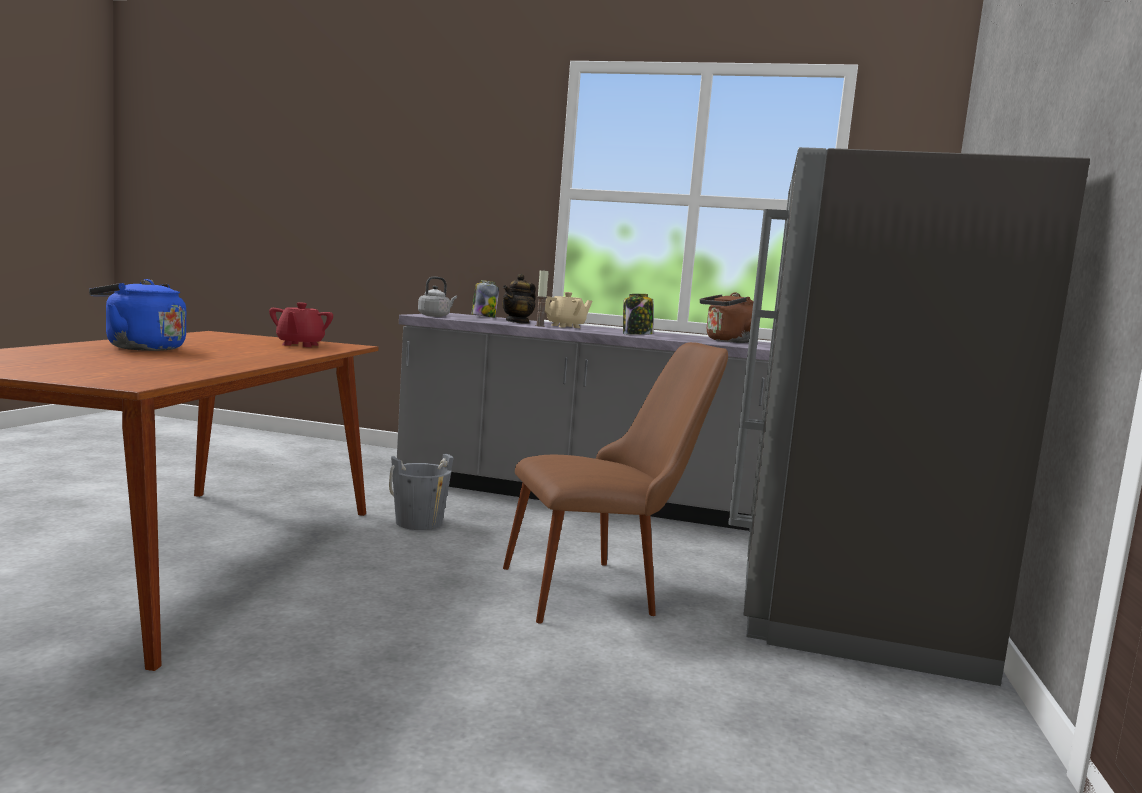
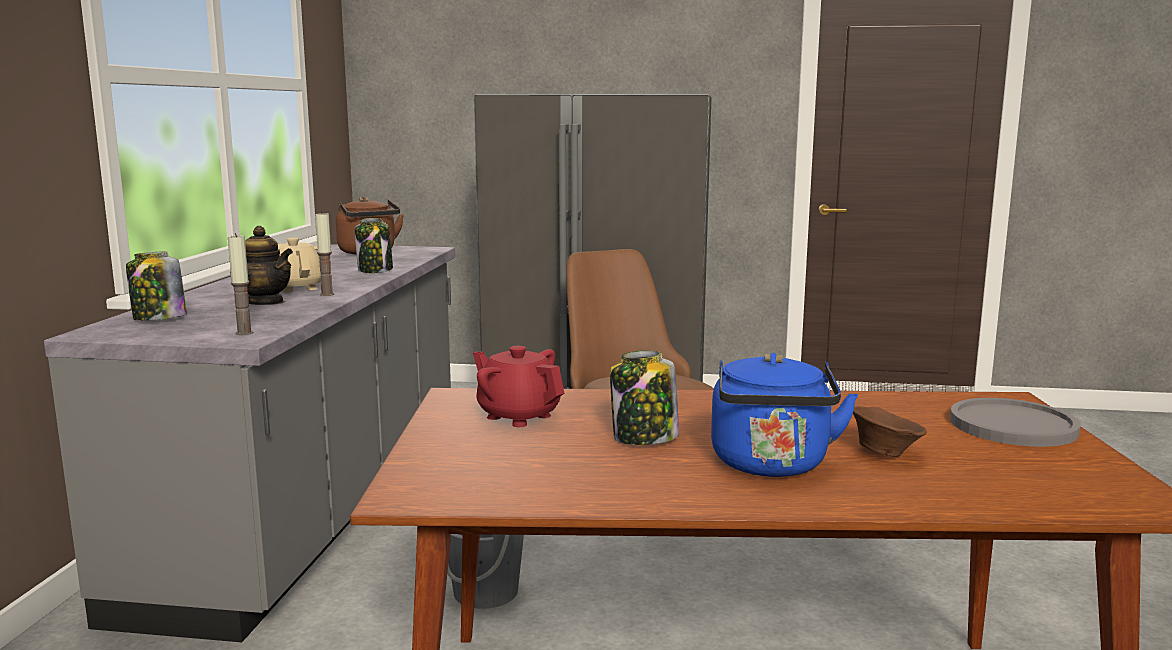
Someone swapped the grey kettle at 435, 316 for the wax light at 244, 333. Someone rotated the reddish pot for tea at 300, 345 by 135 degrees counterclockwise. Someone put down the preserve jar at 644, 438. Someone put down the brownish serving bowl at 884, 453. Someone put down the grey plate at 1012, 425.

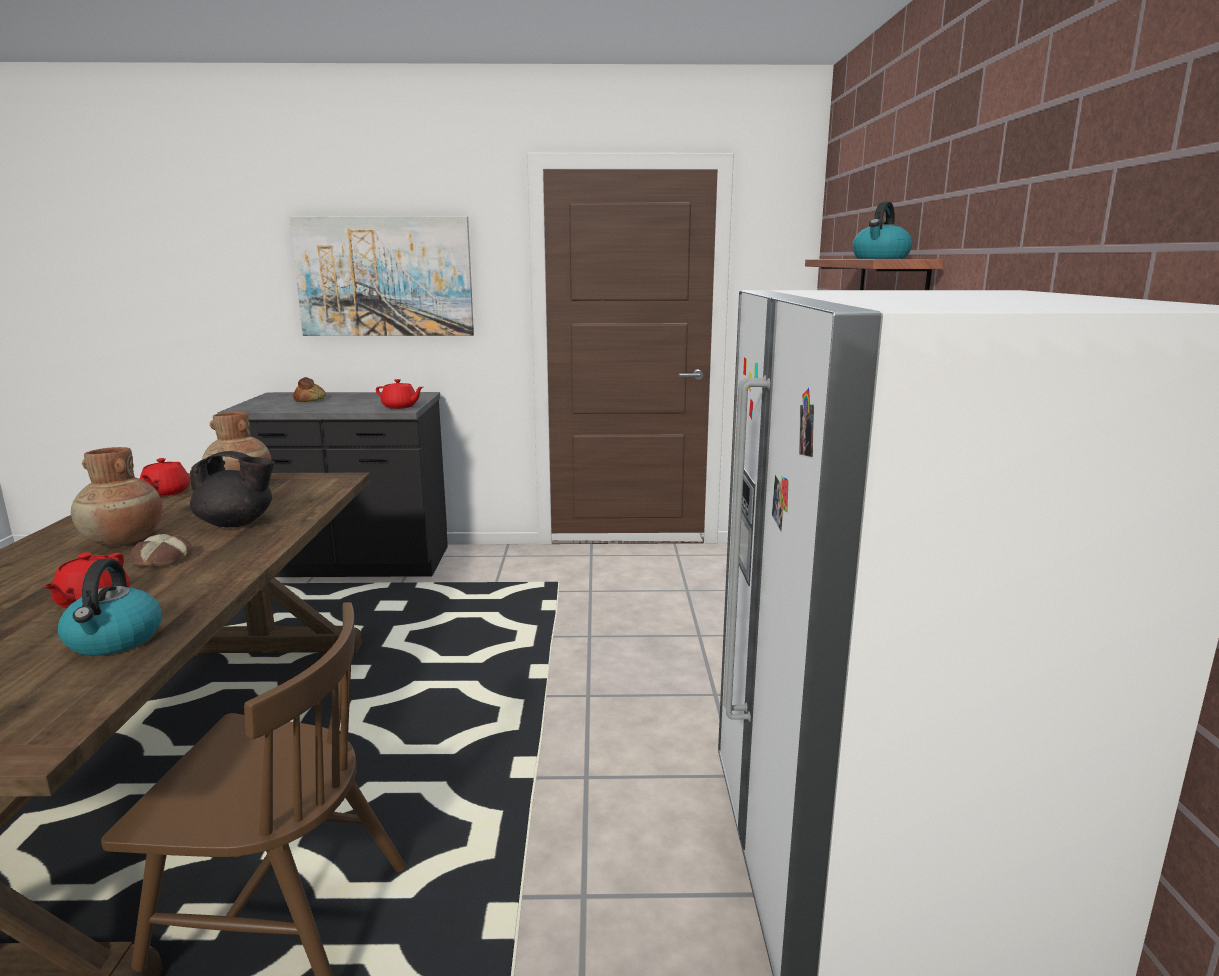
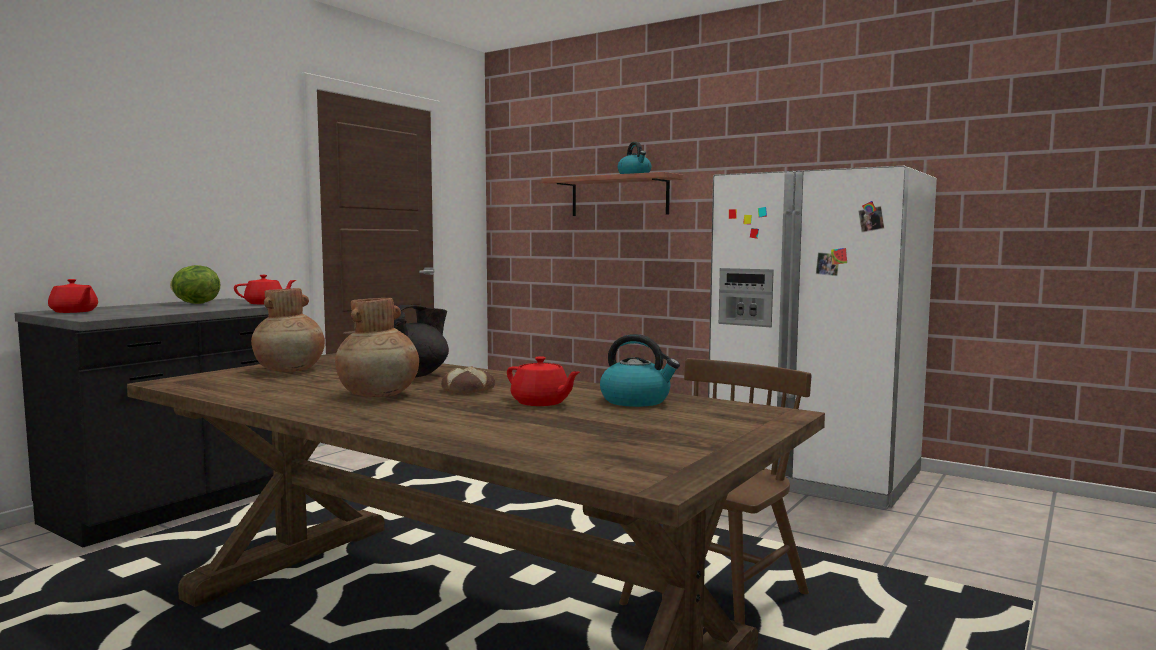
Someone carried the reddish pot for tea from 165, 493 to 74, 312. Someone put down the lettuce head at 195, 303. Someone took away the picture at 385, 276. Someone took away the bakery bread at 310, 400.

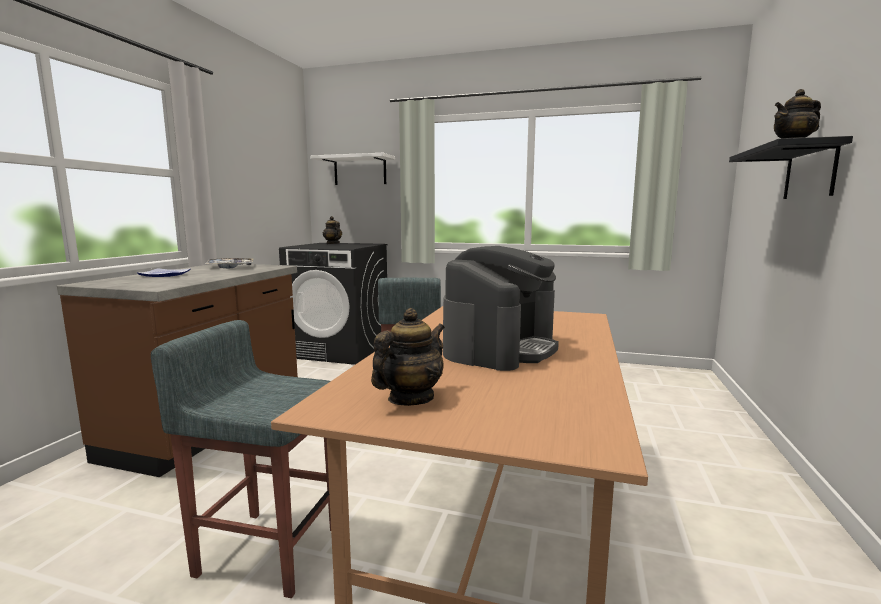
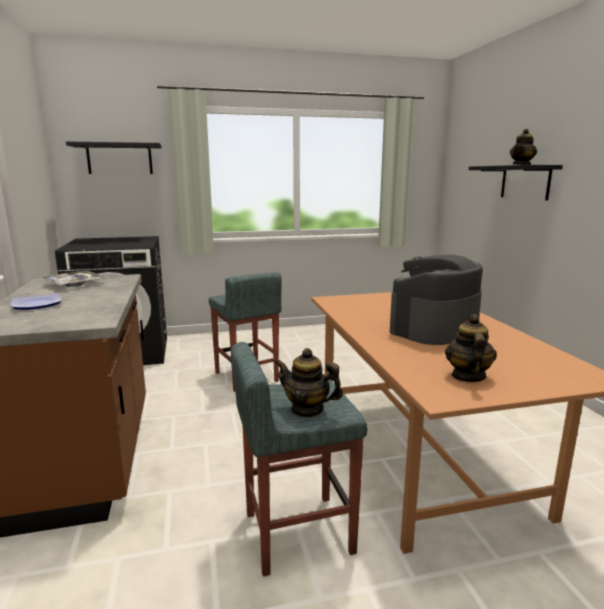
Someone repainted the whitish bracket shelf at 360, 171, which became the blackish bracket shelf at 119, 159. Someone carried the pot for tea from 332, 243 to 307, 409. Someone rotated the coffee maker at 500, 348 by 135 degrees counterclockwise.

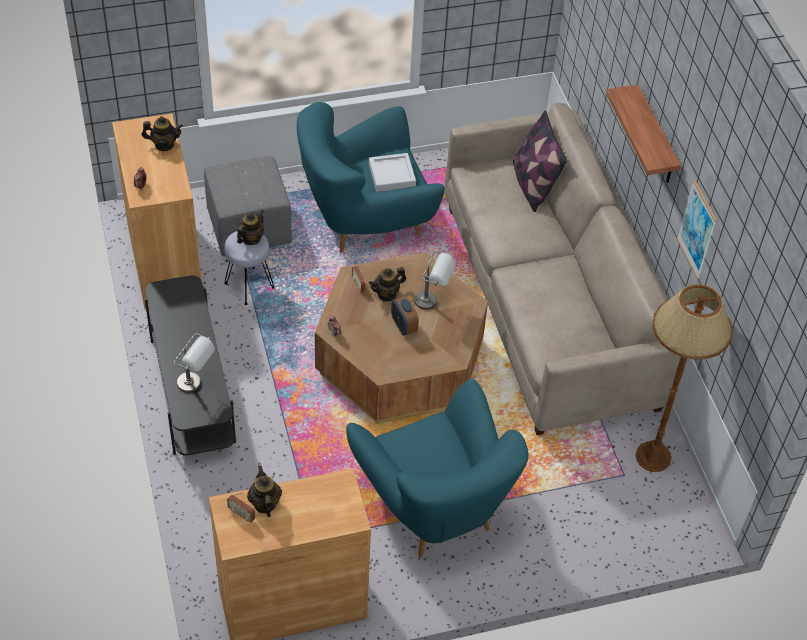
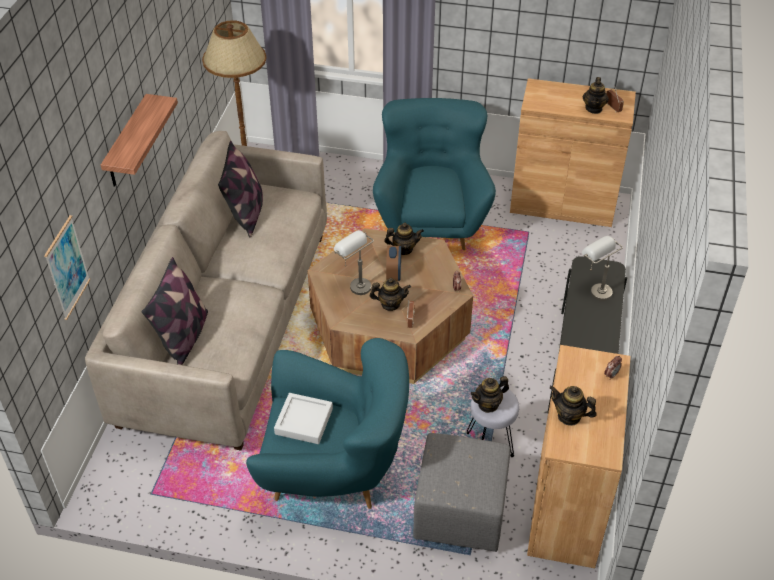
Someone carried the picture from 697, 229 to 67, 268. Someone put down the pillow at 246, 213. Someone put down the pot for tea at 404, 249.

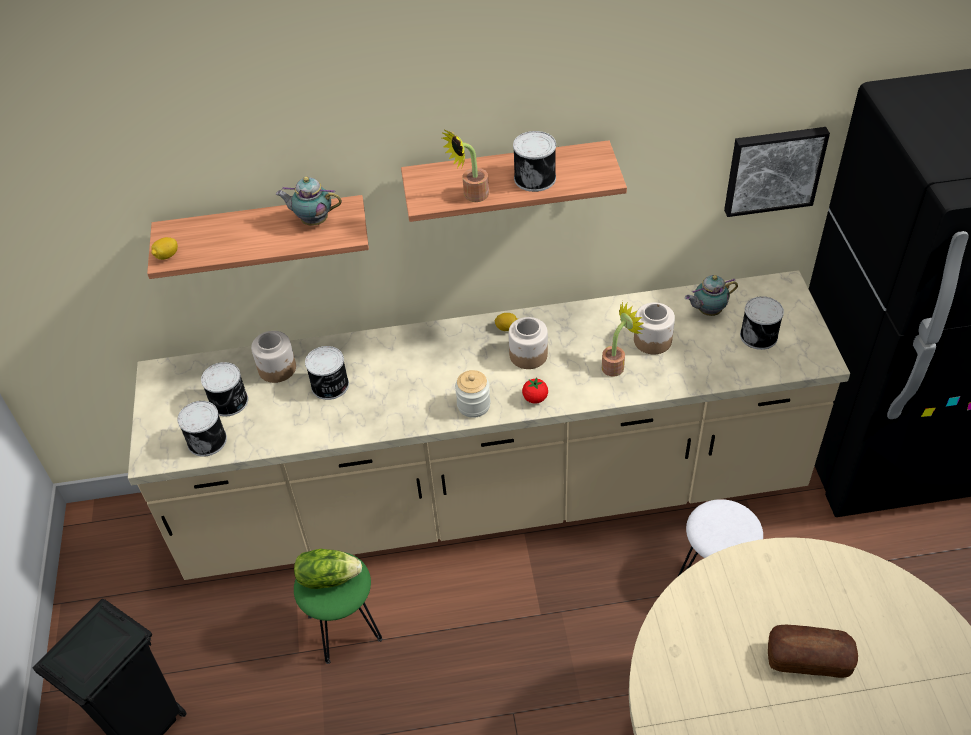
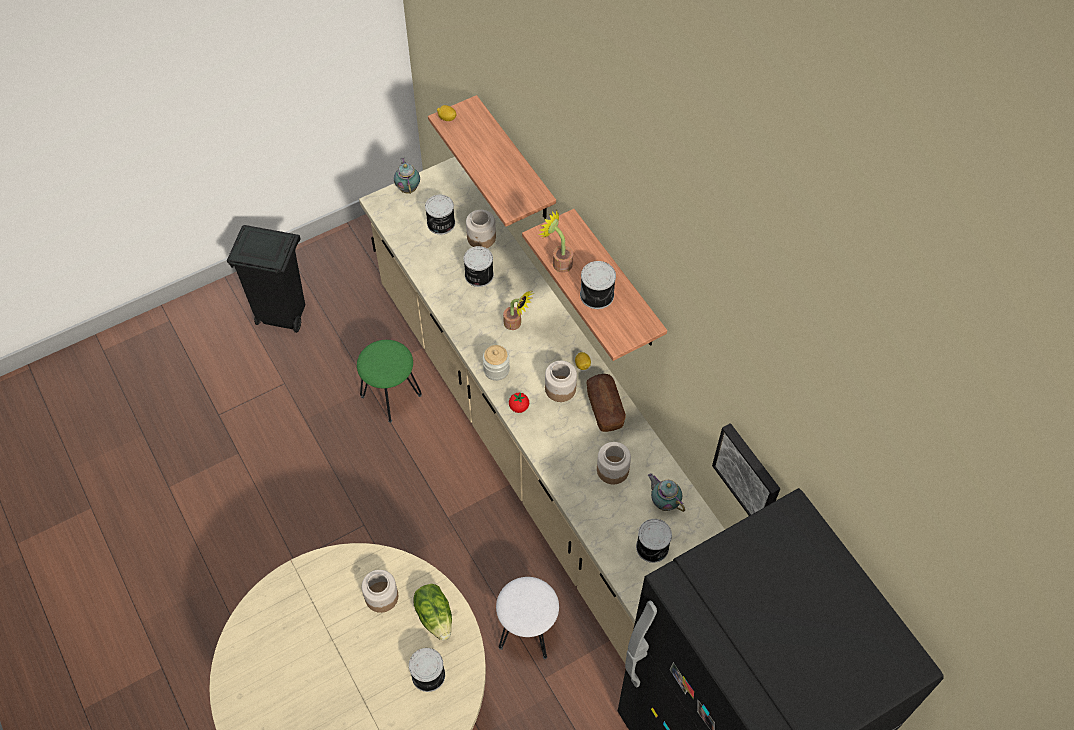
Someone put down the preserve jar at 381, 597. Someone carried the pot for tea from 313, 221 to 408, 188. Someone carried the can from 207, 440 to 429, 675. Someone carried the lettuce head from 328, 577 to 435, 616. Someone carried the houseplant from 616, 365 to 515, 324. Someone carried the bakery bread from 808, 659 to 604, 408.

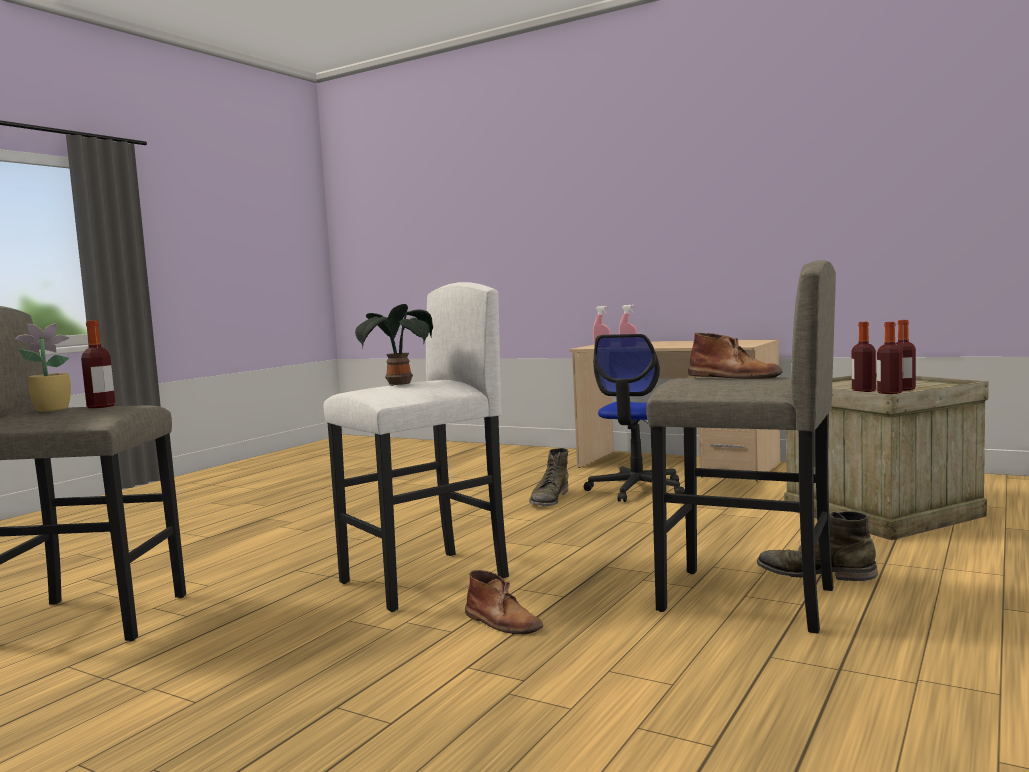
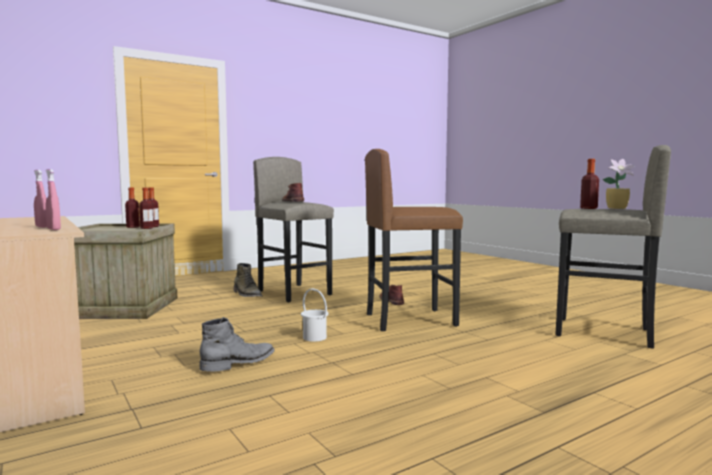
Someone repainted the greenish boot at 549, 499, which became the grey boot at 239, 363. Someone put down the whitish pail at 314, 337. Someone repainted the whitish stool at 425, 580, which became the brownish stool at 410, 320. Someone took away the houseplant at 398, 384. Someone took away the desk chair at 636, 490.

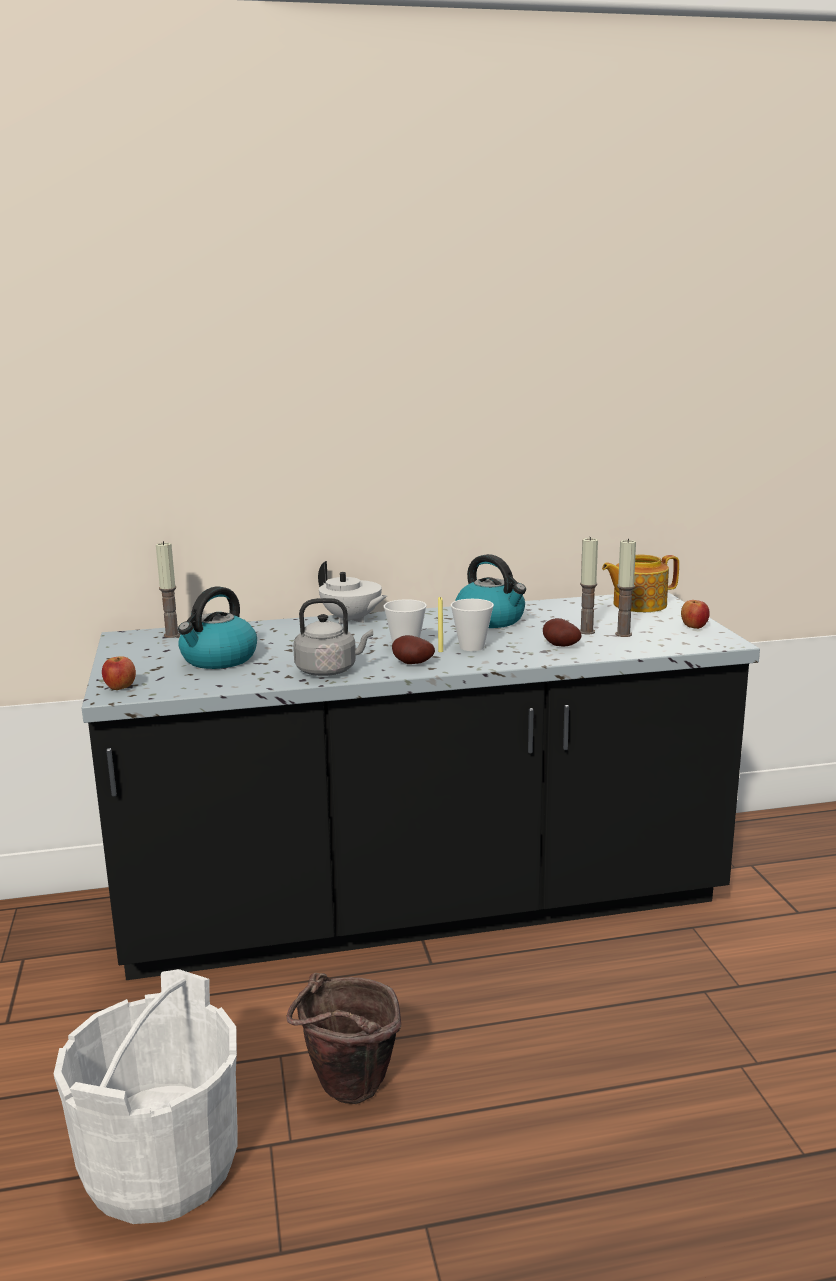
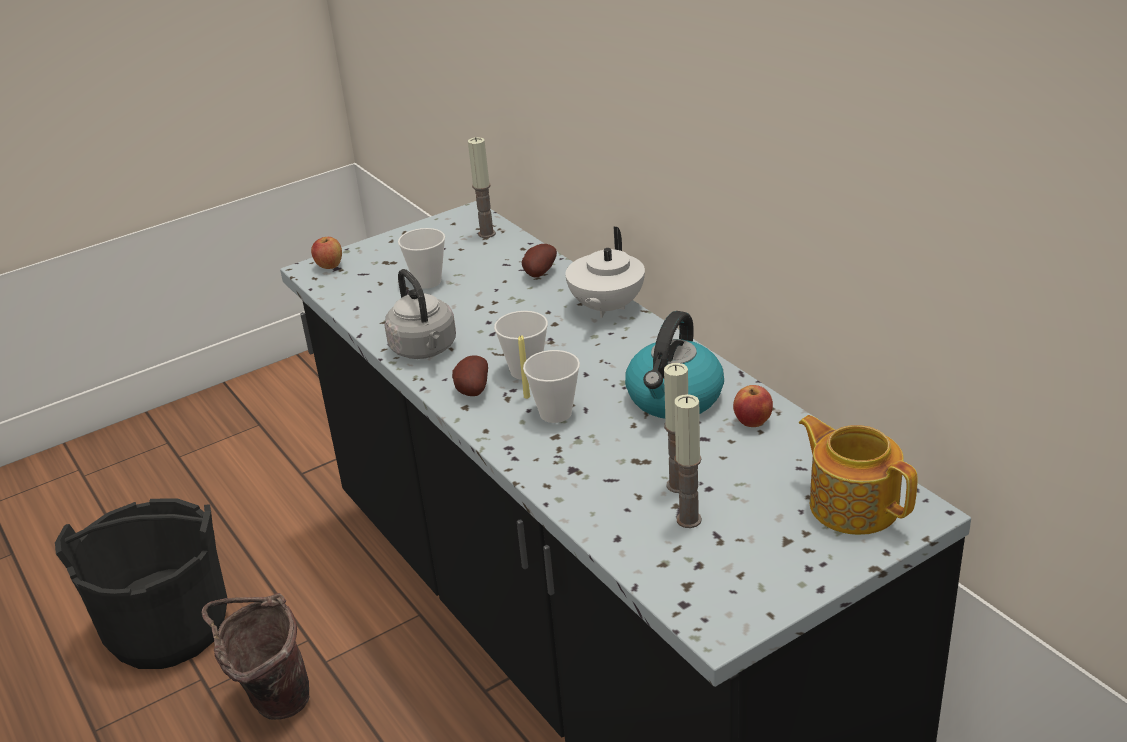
Someone repainted the whitish pail at 160, 1165, which became the blackish pail at 169, 627. Someone swapped the kettle at 218, 659 for the cup at 427, 281. Someone carried the potato from 559, 646 to 538, 274. Someone carried the apple from 694, 627 to 753, 422.

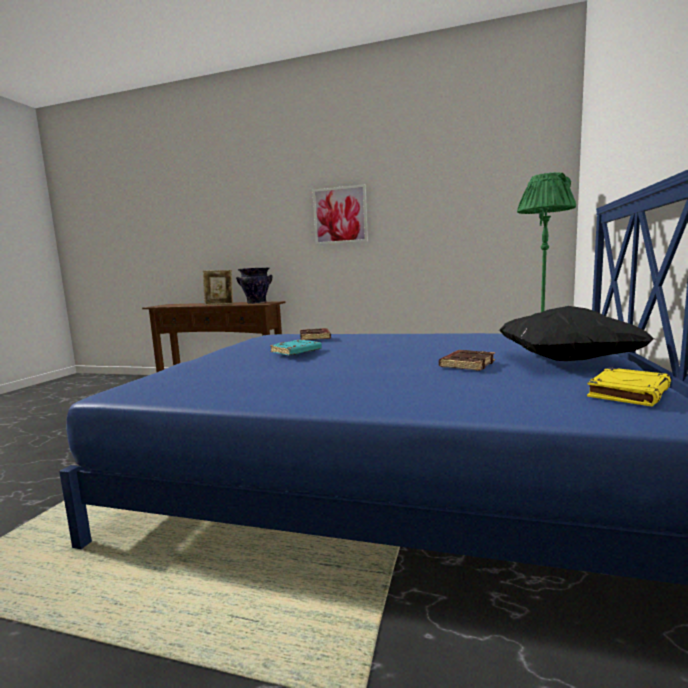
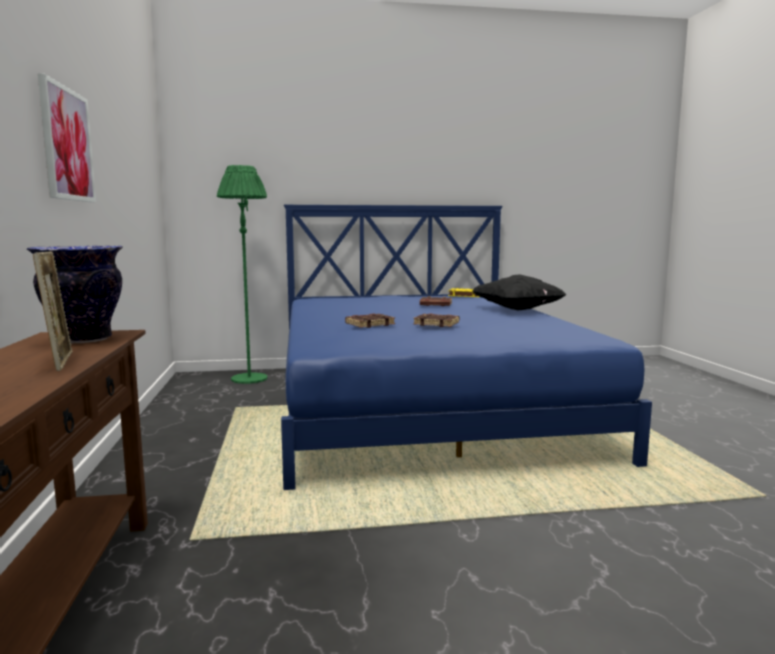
Someone repainted the turquoise volume at 296, 351, which became the brownish volume at 437, 324. Someone carried the blackish pillow from 566, 361 to 517, 310.

